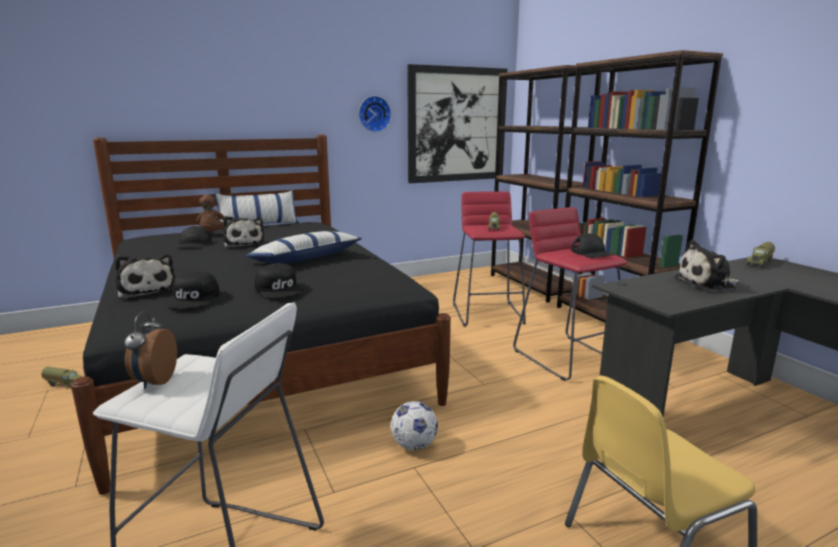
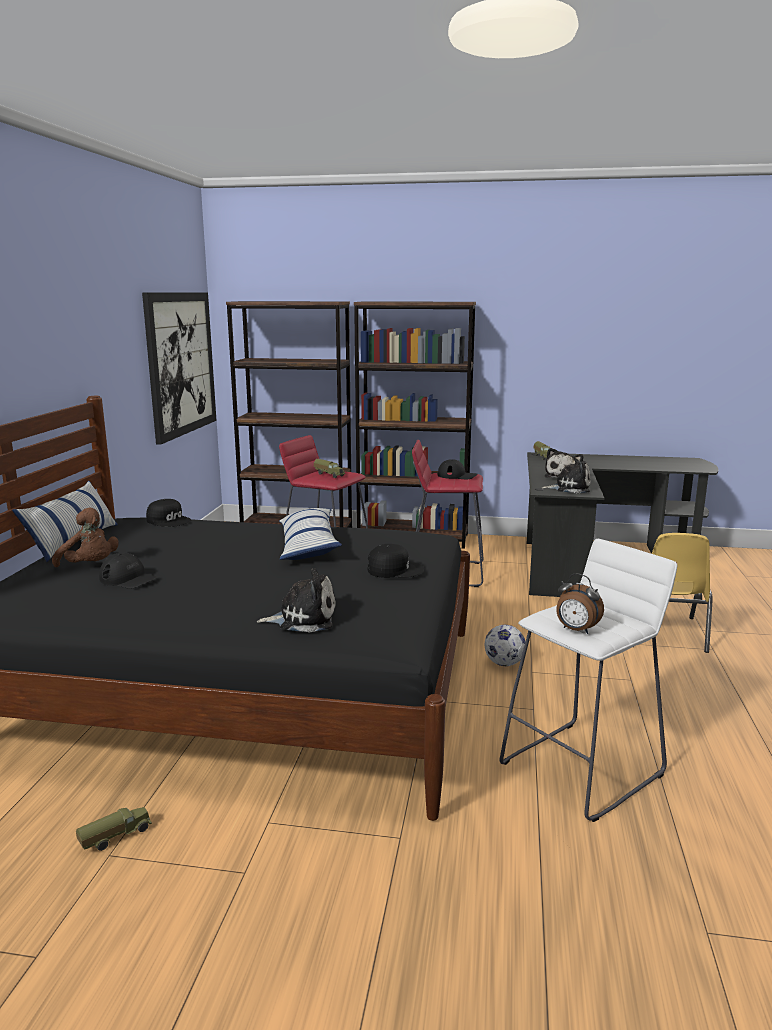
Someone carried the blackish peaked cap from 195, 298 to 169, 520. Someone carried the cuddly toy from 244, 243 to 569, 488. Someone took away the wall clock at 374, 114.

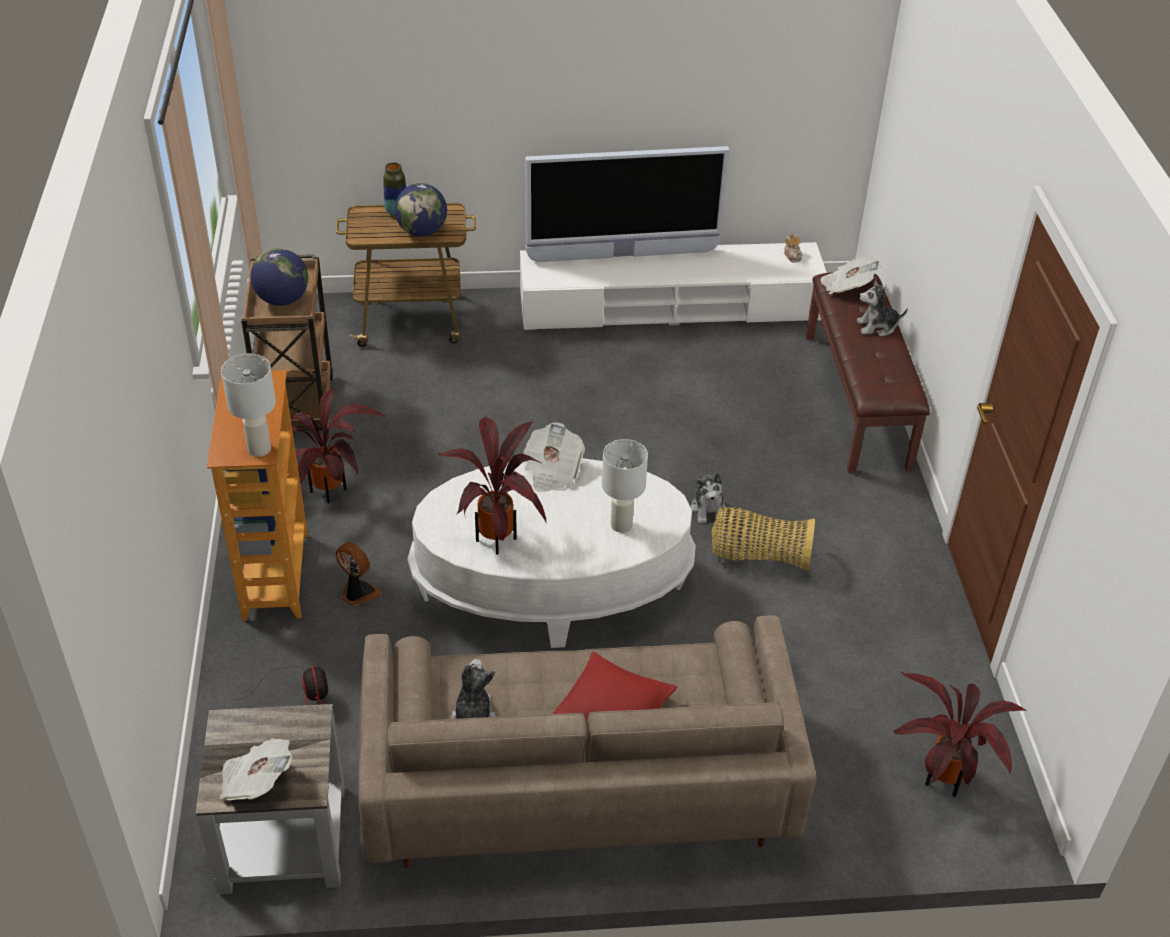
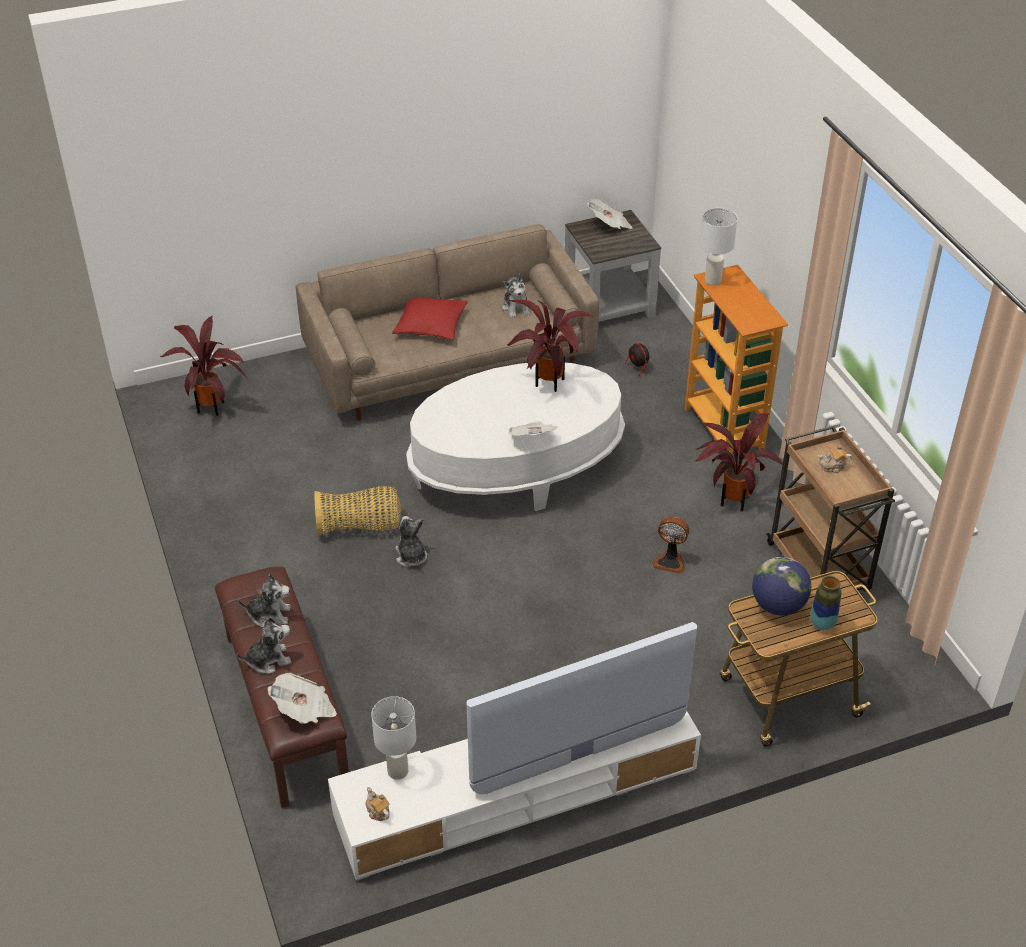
Someone put down the cuddly toy at 269, 615. Someone carried the whitish table lamp from 620, 525 to 398, 770. Someone carried the electric fan from 358, 593 to 670, 561. Someone swapped the globe at 282, 300 for the pot for tea at 833, 467.

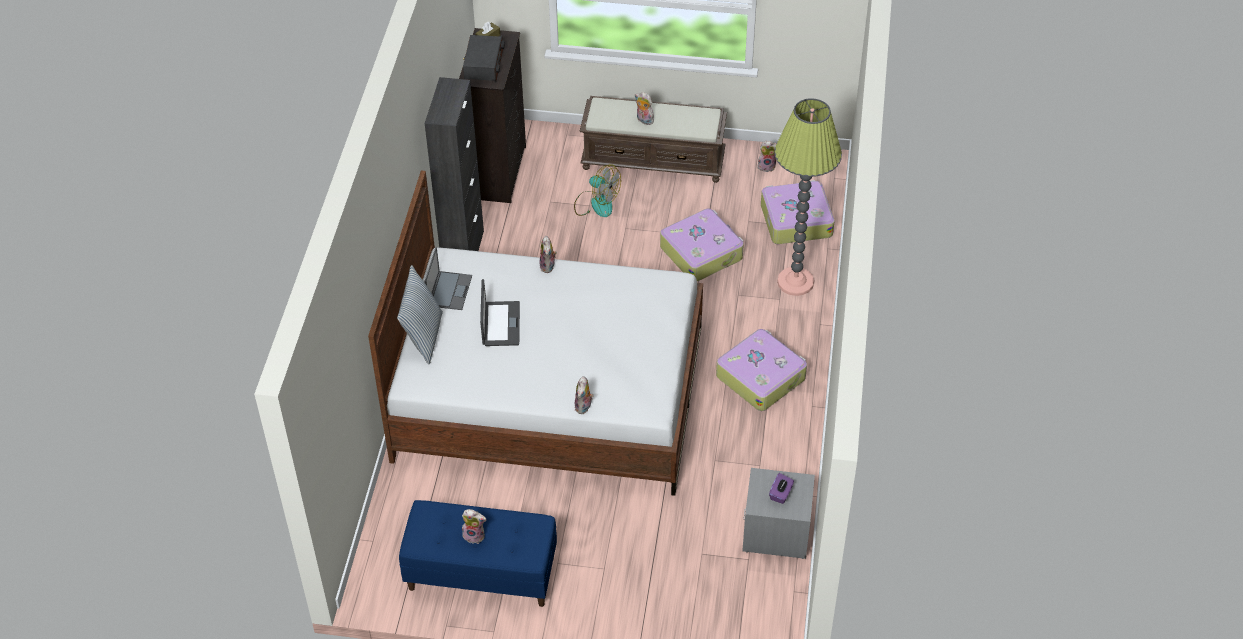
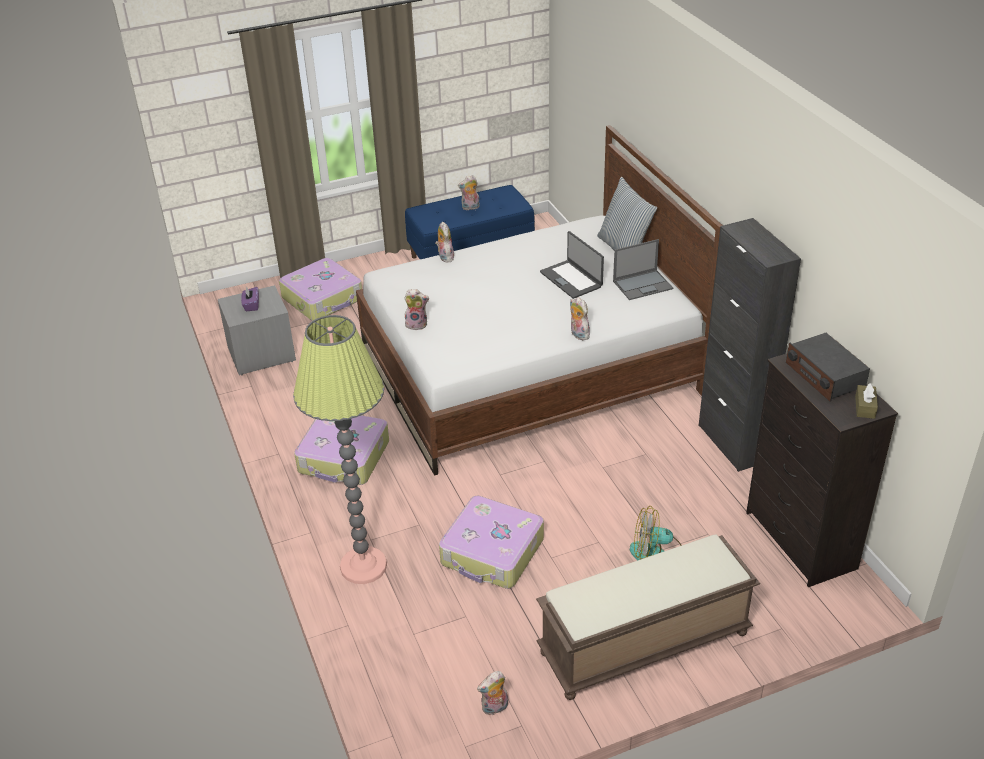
Someone carried the travel case from 795, 220 to 323, 299. Someone carried the cuddly toy from 643, 120 to 417, 324. Someone rotated the laptop at 449, 290 by 90 degrees counterclockwise.

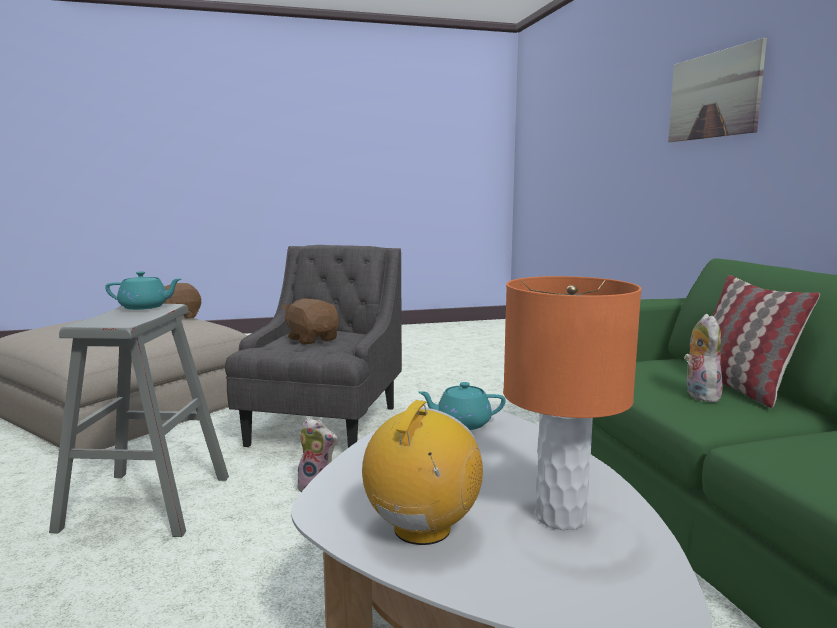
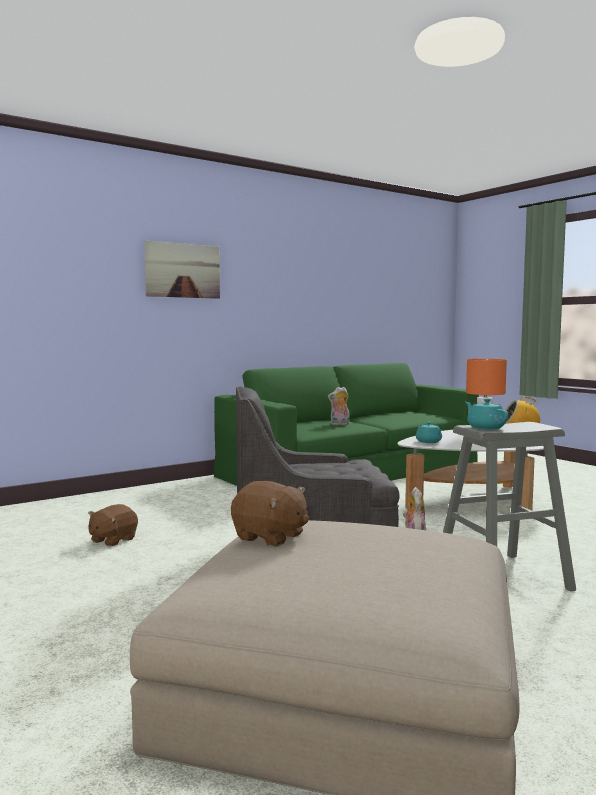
Someone carried the brownish cuddly toy from 313, 339 to 112, 540. Someone took away the pillow at 739, 388.

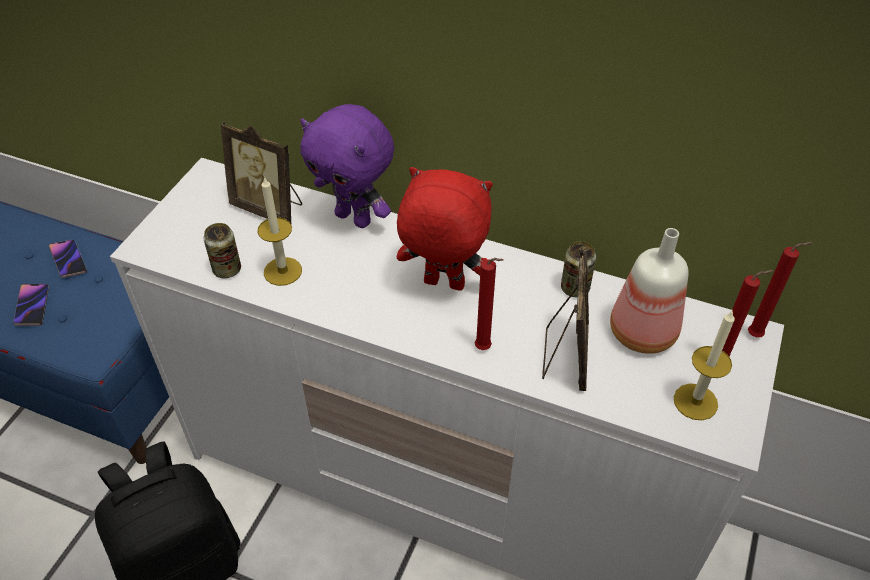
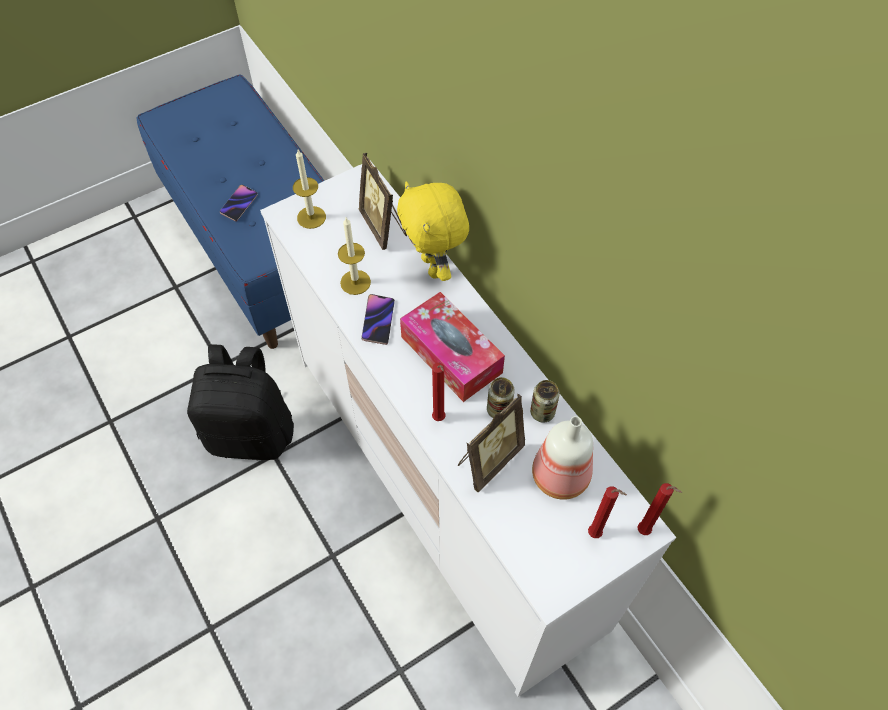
Someone carried the wax light from 695, 401 to 311, 217. Someone carried the phone from 68, 260 to 378, 321. Someone repainted the purplish cuddly toy at 355, 218, which became the yellow-coloured cuddly toy at 434, 267. Someone swapped the reddish cuddly toy at 442, 285 for the tissue box at 451, 354. Someone carried the can from 227, 269 to 499, 409.

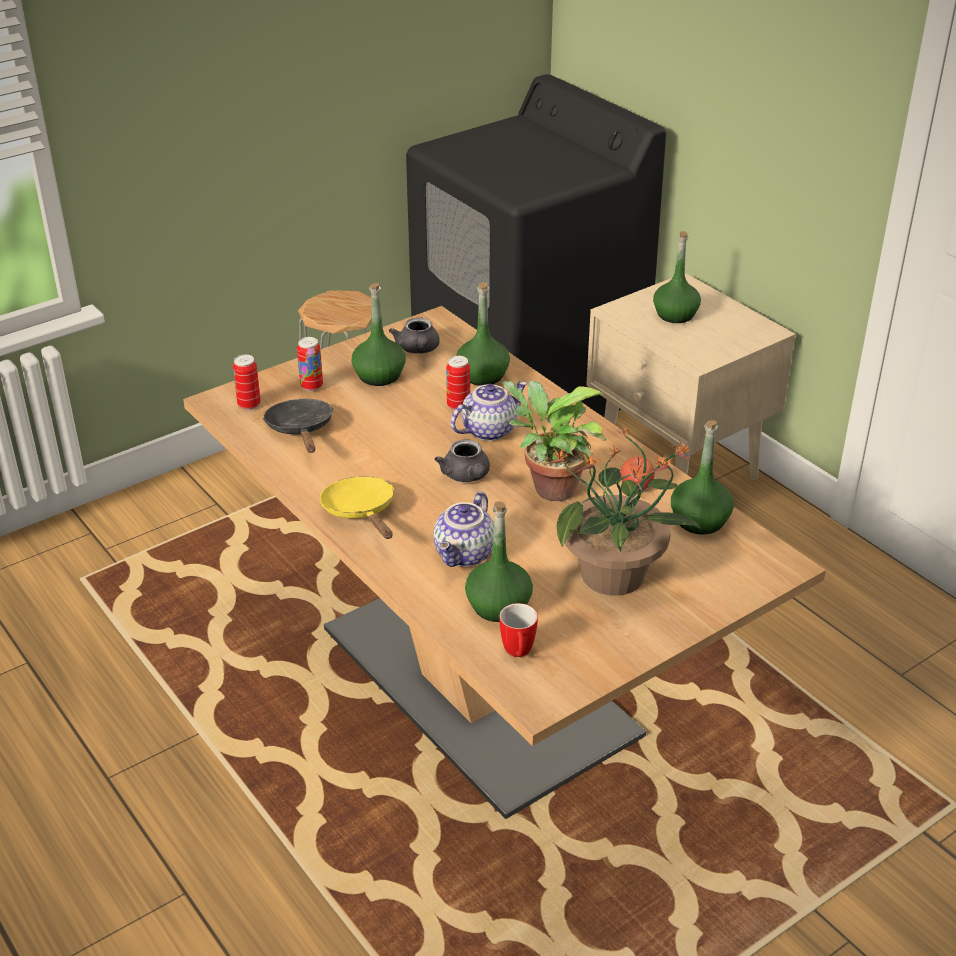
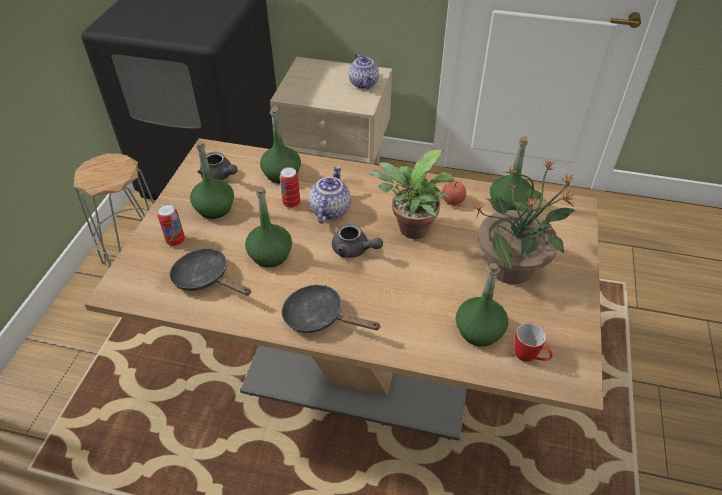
Someone carried the greenish drink bottle from 675, 314 to 270, 255. Someone repainted the yellow-coloured pan at 361, 512, which became the blackish pan at 319, 317. Someone carried the pot for tea from 466, 554 to 364, 84. Someone took away the can at 249, 405.

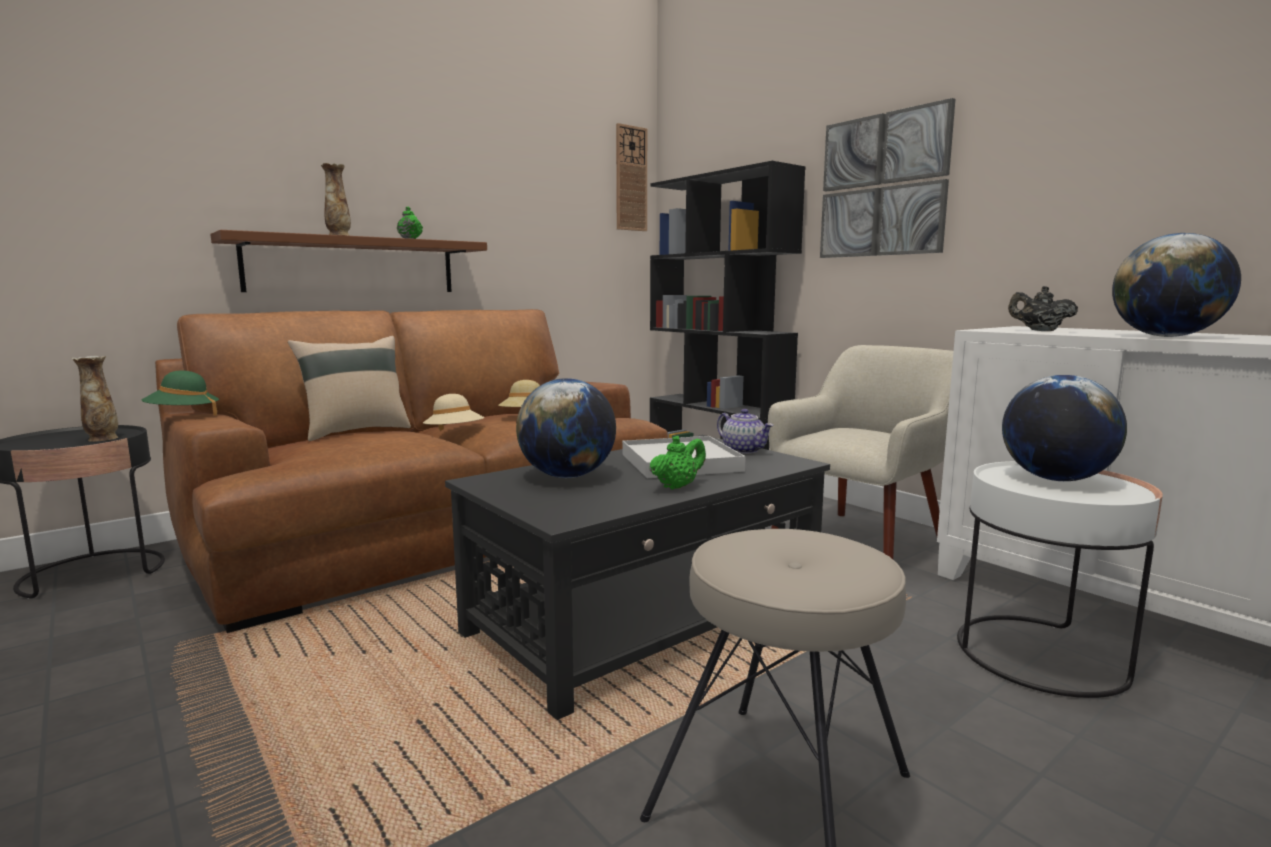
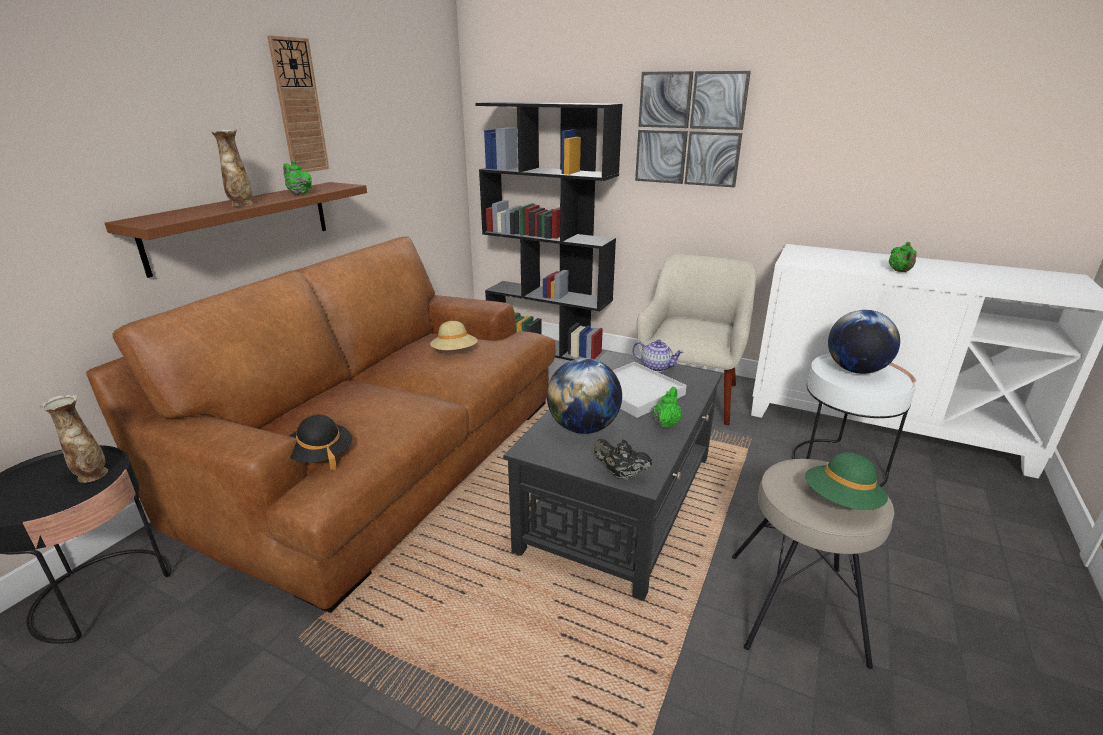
Someone carried the wall clock from 631, 179 to 299, 107. Someone put down the blackish hat at 320, 456. Someone carried the blackish pot for tea from 1039, 331 to 621, 474. Someone carried the greenish hat from 183, 415 to 841, 502. Someone swapped the globe at 1166, 336 for the greenish pot for tea at 900, 271. Someone took away the sand-coloured pillow at 355, 431. Someone took away the sand-coloured hat at 454, 434.

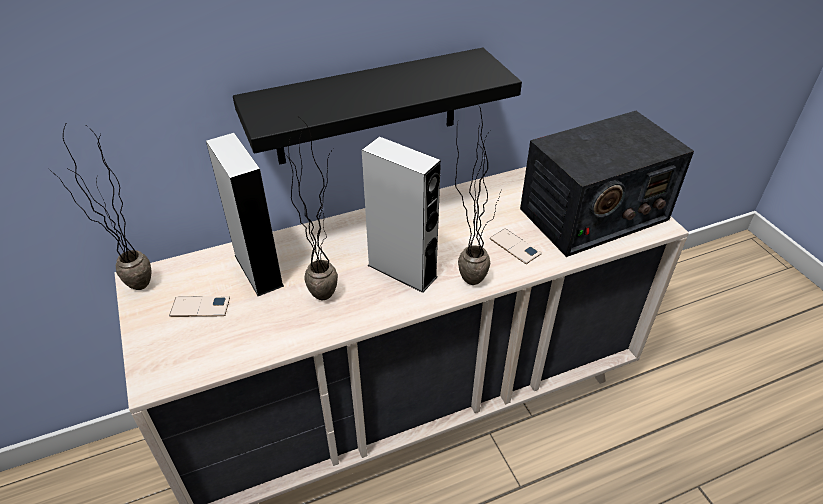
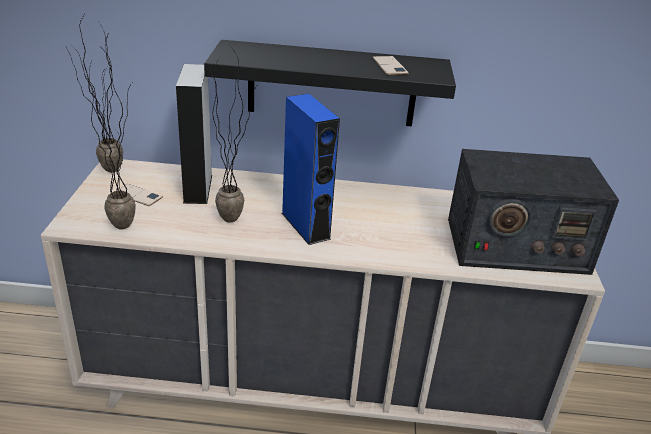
Someone carried the houseplant from 469, 273 to 127, 221. Someone repainted the grey loudspeaker at 402, 271, which became the blue-coloured loudspeaker at 305, 225. Someone carried the phone from 515, 246 to 390, 66.

